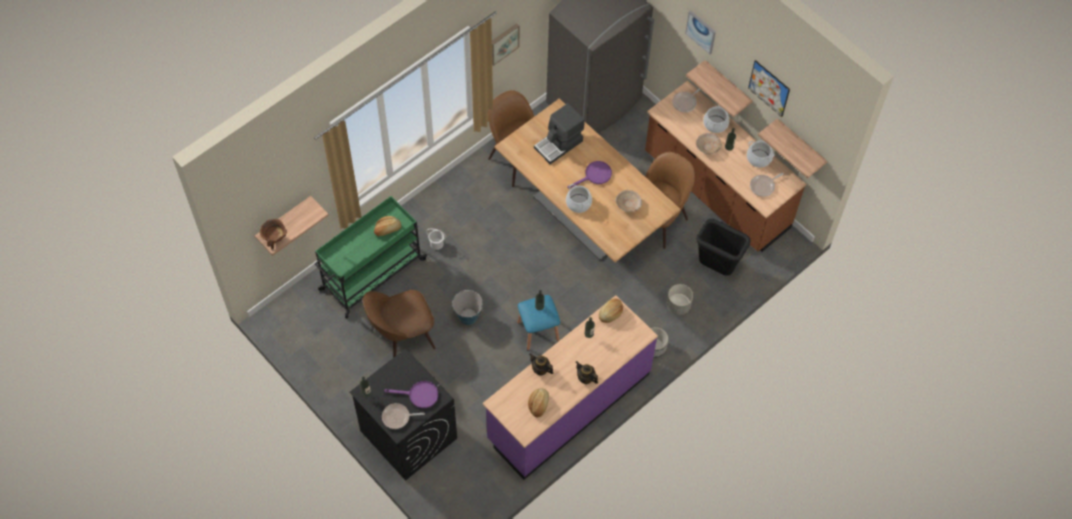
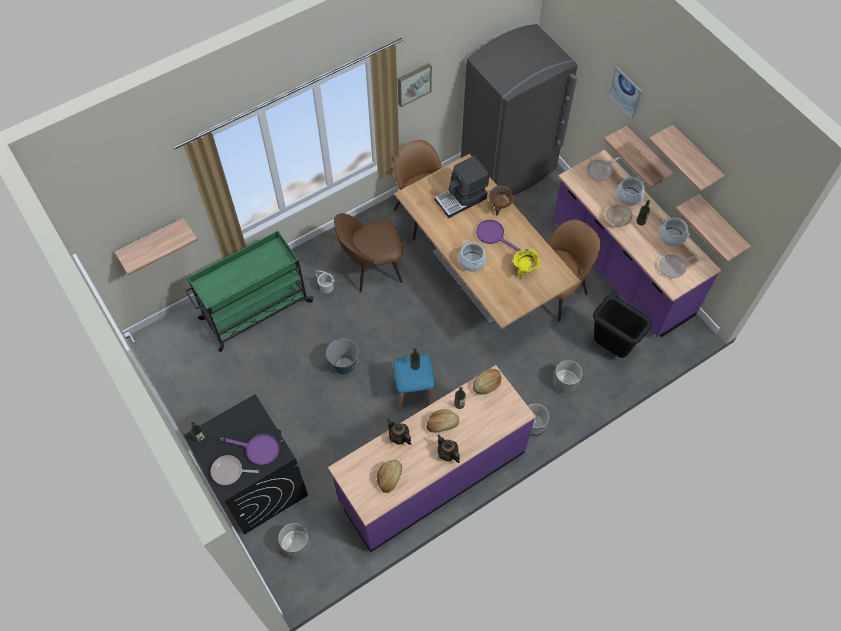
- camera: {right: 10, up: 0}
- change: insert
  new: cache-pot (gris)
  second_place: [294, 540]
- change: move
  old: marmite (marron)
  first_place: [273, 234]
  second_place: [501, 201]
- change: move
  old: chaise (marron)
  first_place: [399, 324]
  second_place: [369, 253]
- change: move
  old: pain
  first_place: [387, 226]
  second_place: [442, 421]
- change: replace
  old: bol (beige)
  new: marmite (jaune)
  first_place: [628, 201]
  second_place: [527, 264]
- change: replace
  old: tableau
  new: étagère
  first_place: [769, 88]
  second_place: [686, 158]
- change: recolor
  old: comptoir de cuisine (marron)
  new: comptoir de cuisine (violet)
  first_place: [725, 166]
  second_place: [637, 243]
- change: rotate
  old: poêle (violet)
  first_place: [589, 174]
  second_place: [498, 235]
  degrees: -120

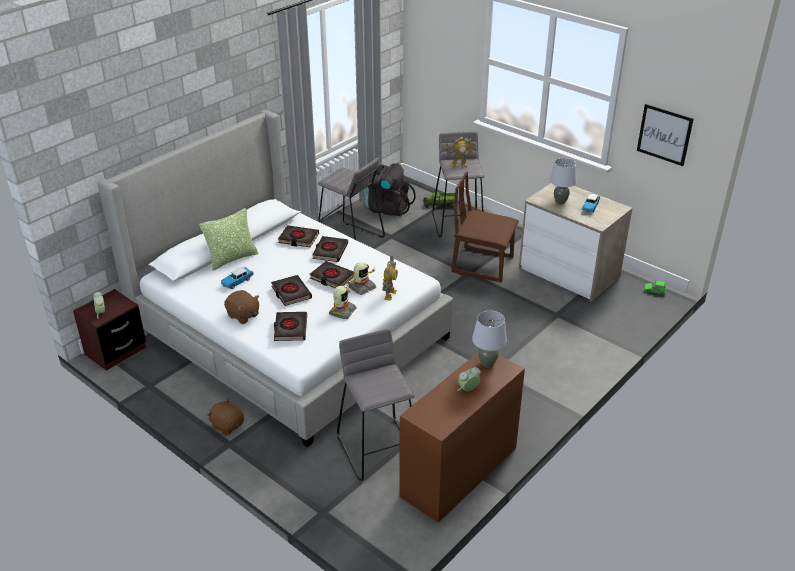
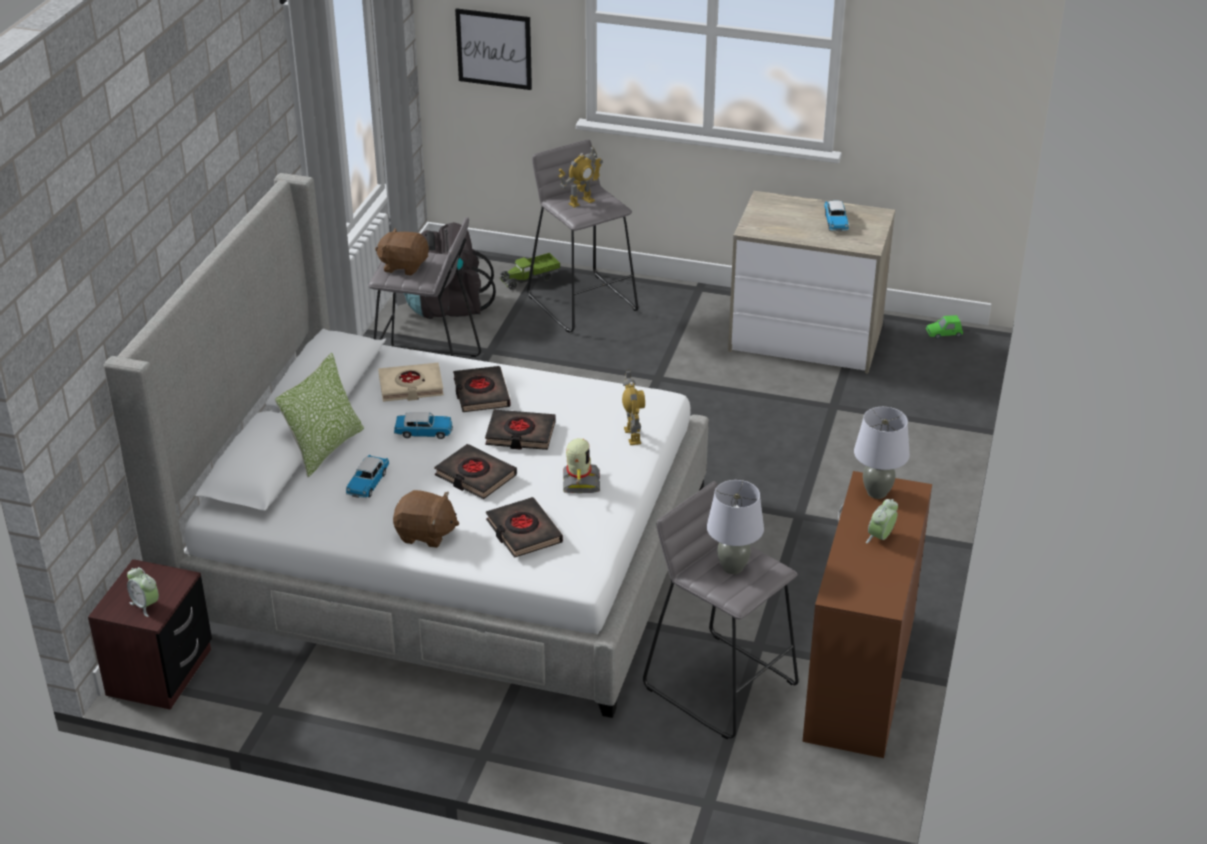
- camera: {right: -25, up: 0}
- change: delete
  old: robot jouet
  first_place: [361, 278]
- change: delete
  old: chaise (marron)
  first_place: [485, 227]
- change: insert
  new: petite voiture
  second_place: [423, 425]
- change: move
  old: peluche (marron)
  first_place: [225, 417]
  second_place: [402, 252]
- change: move
  old: lampe de table (gris)
  first_place: [563, 181]
  second_place: [735, 527]
- change: move
  old: tableau
  first_place: [665, 135]
  second_place: [493, 49]
- change: recolor
  old: livre (noir)
  new: livre (beige)
  first_place: [298, 236]
  second_place: [411, 382]

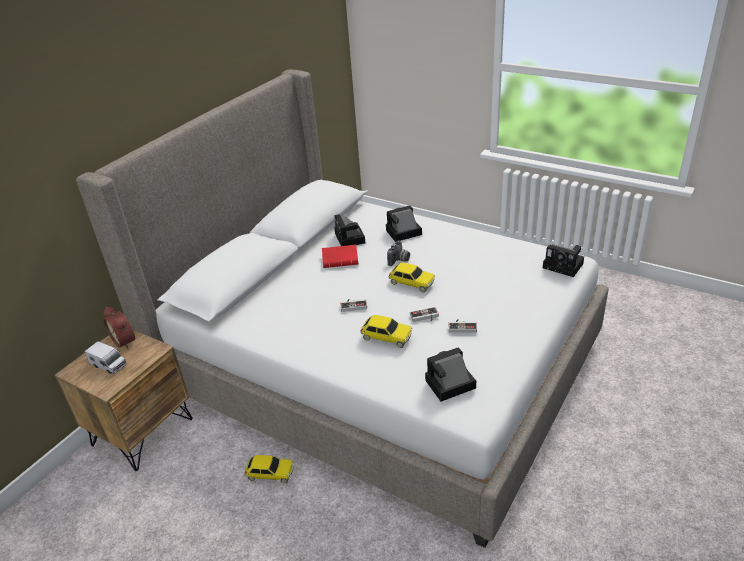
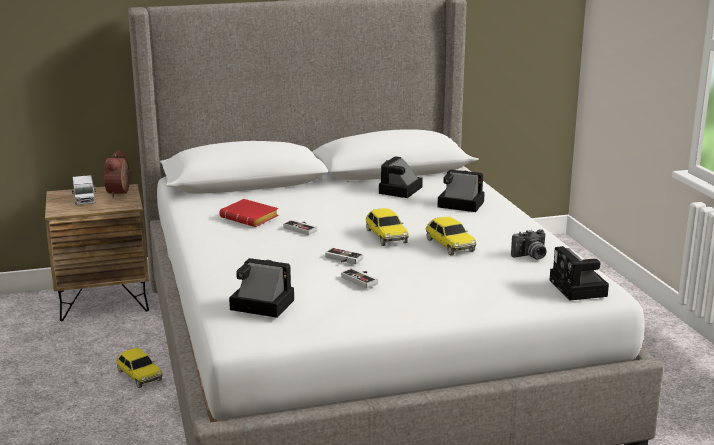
- camera: {right: 40, up: -15}
- change: move
  old: livre (rouge)
  first_place: [340, 256]
  second_place: [249, 213]
- change: move
  old: petite voiture
  first_place: [386, 331]
  second_place: [451, 236]
- change: move
  old: appareil photo
  first_place: [398, 253]
  second_place: [528, 244]

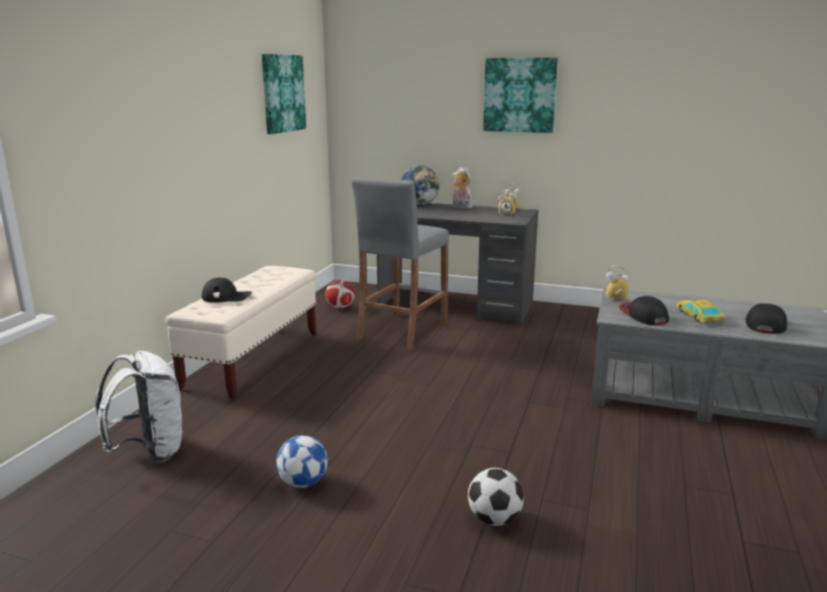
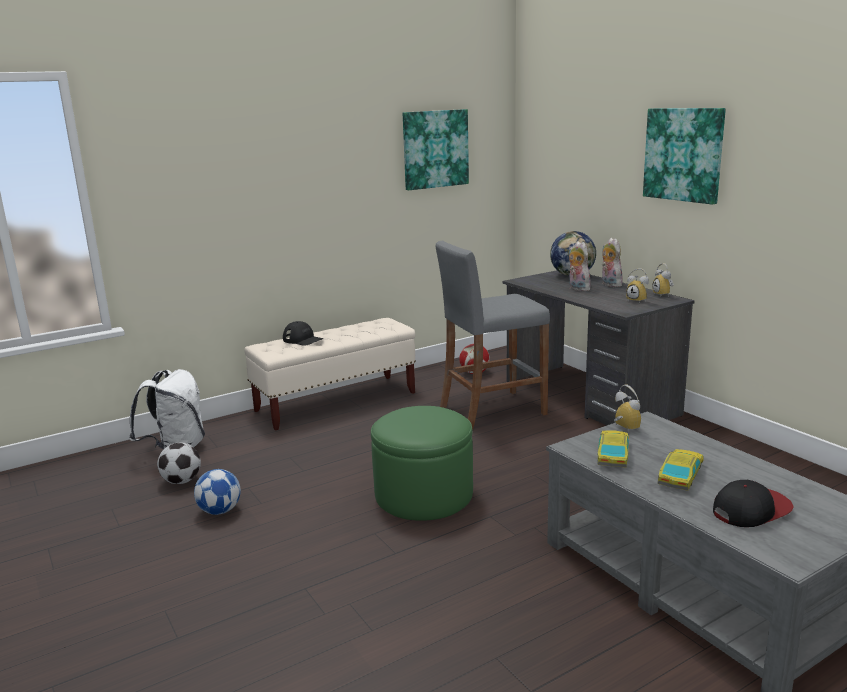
- camera: {right: 40, up: 0}
- change: insert
  new: pouf (vert)
  second_place: [422, 463]
- change: insert
  new: peluche
  second_place: [580, 266]
- change: move
  old: ballon de foot
  first_place: [496, 497]
  second_place: [179, 463]
- change: replace
  old: casquette
  new: petite voiture
  first_place: [644, 311]
  second_place: [613, 449]

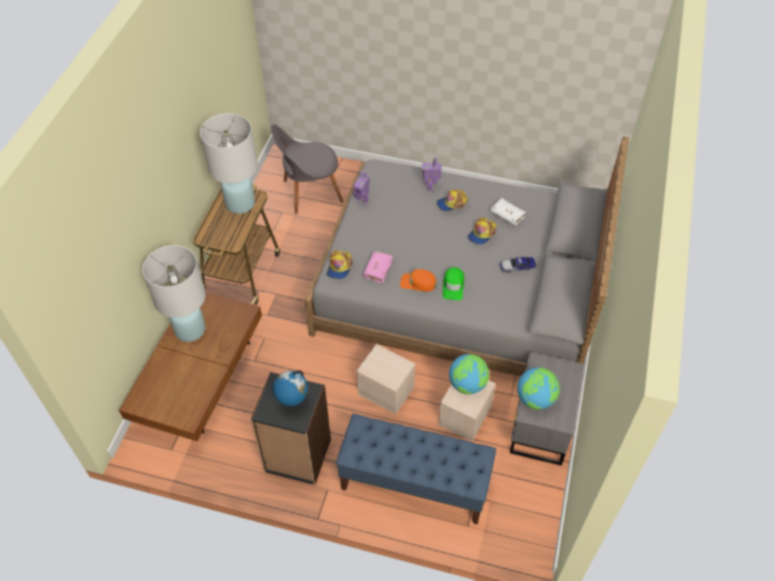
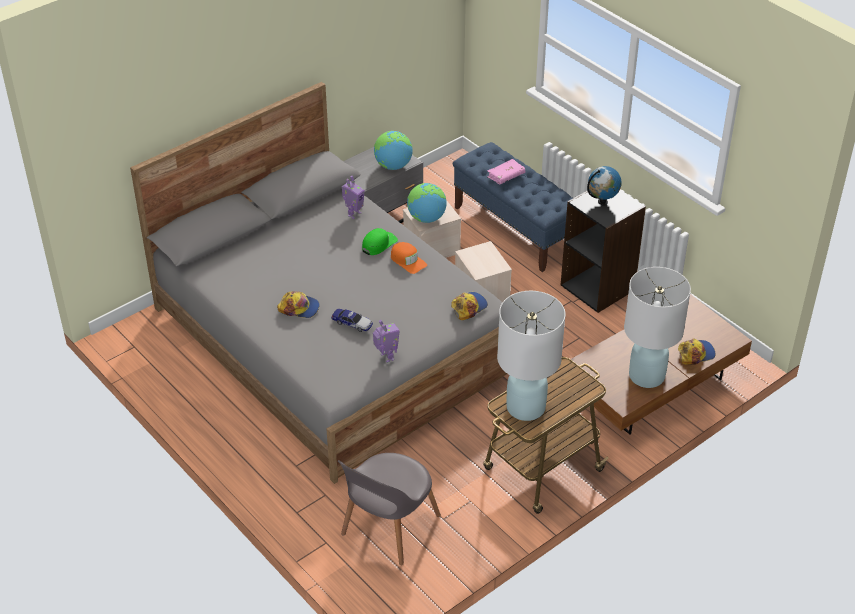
- camera: {right: -145, up: -10}
- change: delete
  old: livre (blanc)
  first_place: [508, 212]
- change: move
  old: livre (rose)
  first_place: [378, 267]
  second_place: [506, 171]
- change: move
  old: robot jouet
  first_place: [432, 174]
  second_place: [353, 197]
- change: move
  old: casquette
  first_place: [482, 231]
  second_place: [696, 351]
- change: move
  old: petite voiture
  first_place: [518, 265]
  second_place: [352, 320]
- change: rotate
  old: chaise (gris)
  first_place: [307, 169]
  second_place: [389, 509]
  degrees: 105

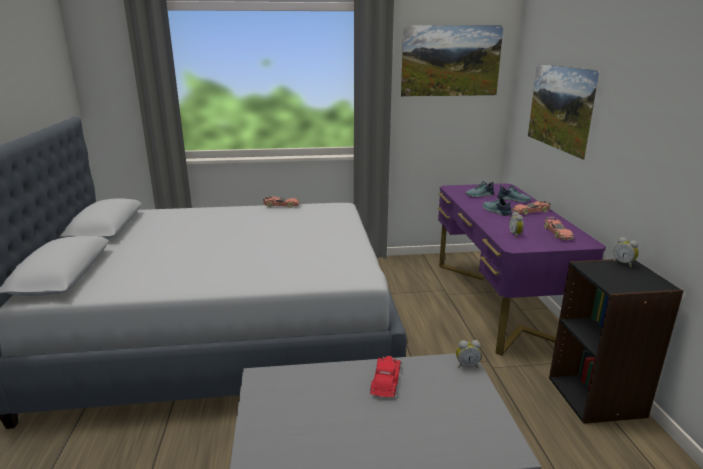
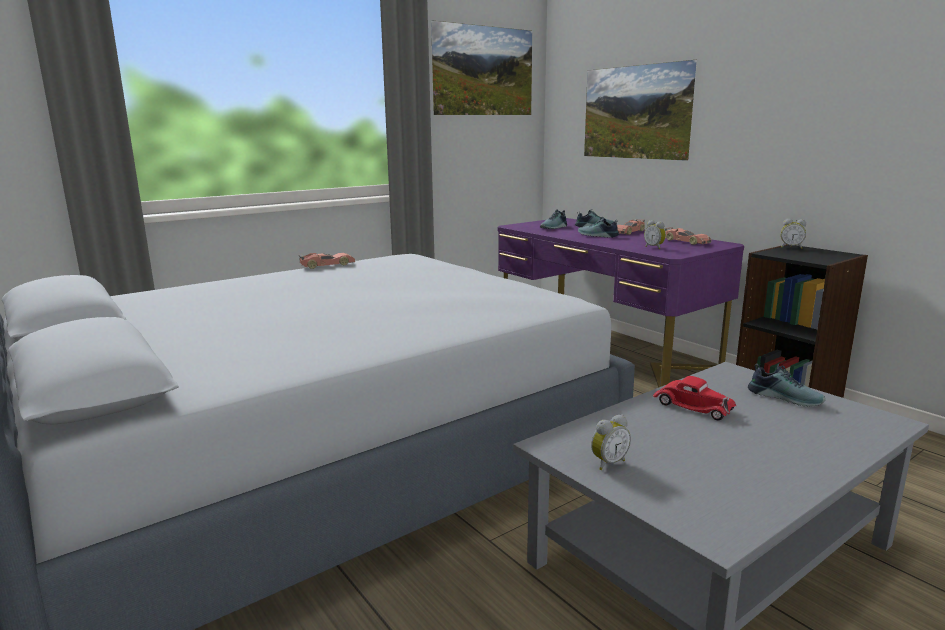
- camera: {right: -30, up: -5}
- change: insert
  new: chaussure
  second_place: [787, 385]
- change: move
  old: réveil
  first_place: [468, 354]
  second_place: [611, 442]
- change: rotate
  old: petite voiture (rouge)
  first_place: [385, 376]
  second_place: [694, 398]
  degrees: 150

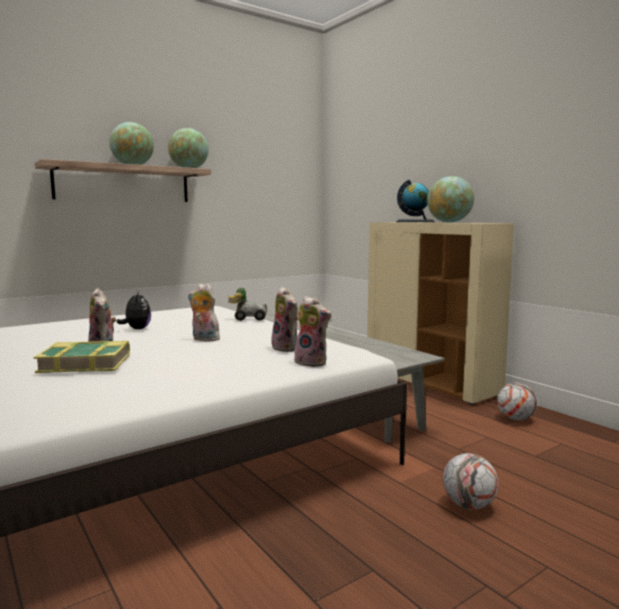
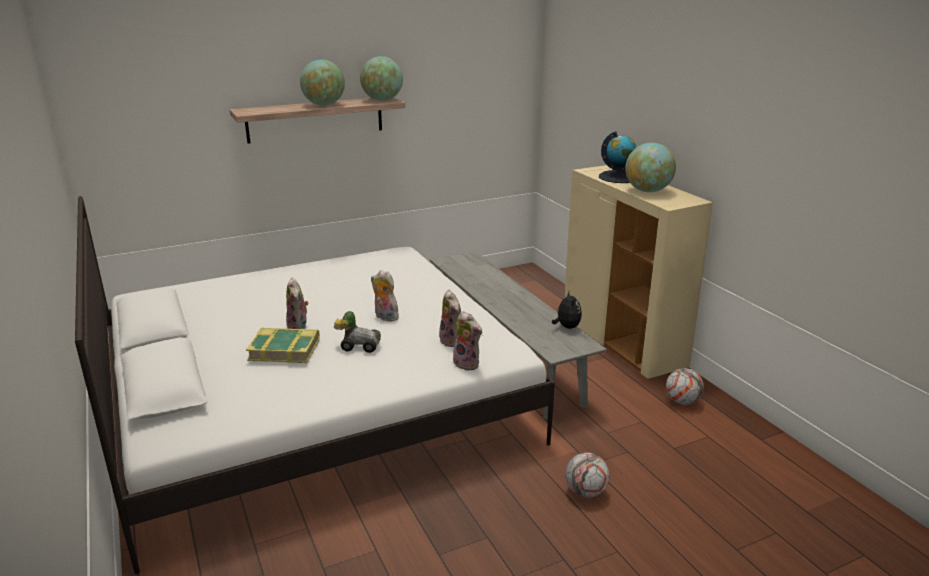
- camera: {right: 10, up: 15}
- change: move
  old: peluche
  first_place: [134, 310]
  second_place: [567, 310]
- change: move
  old: petite voiture
  first_place: [247, 304]
  second_place: [357, 332]

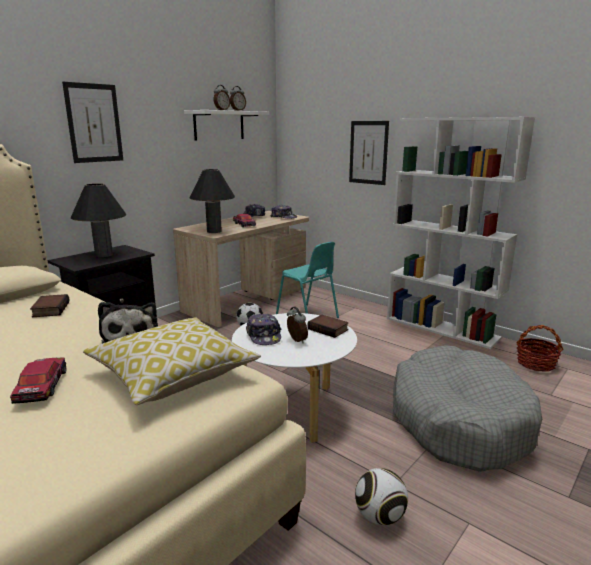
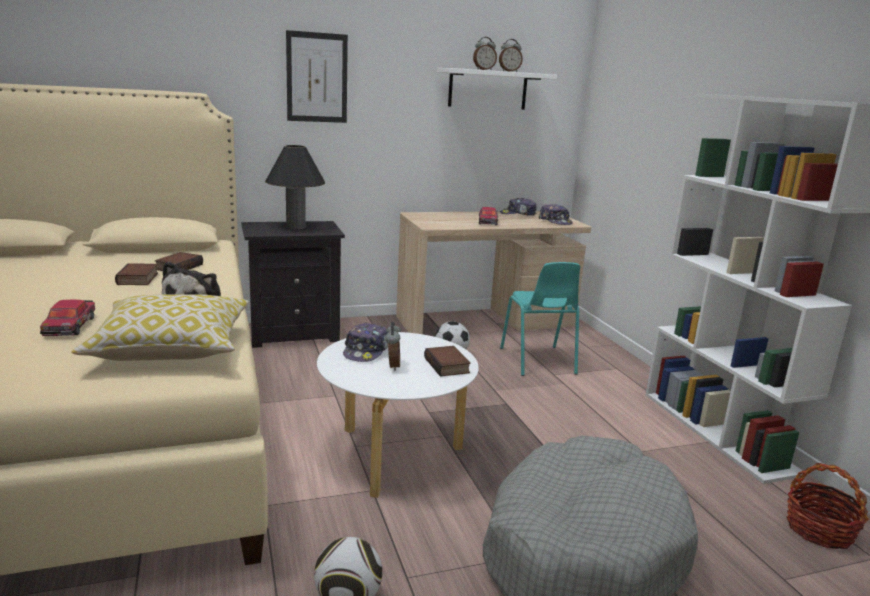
- camera: {right: 30, up: 0}
- change: delete
  old: lampe de table (noir)
  first_place: [212, 201]
- change: delete
  old: tableau
  first_place: [369, 153]
- change: insert
  new: livre
  second_place: [136, 274]
- change: rotate
  old: petite voiture
  first_place: [38, 380]
  second_place: [67, 318]
  degrees: 150

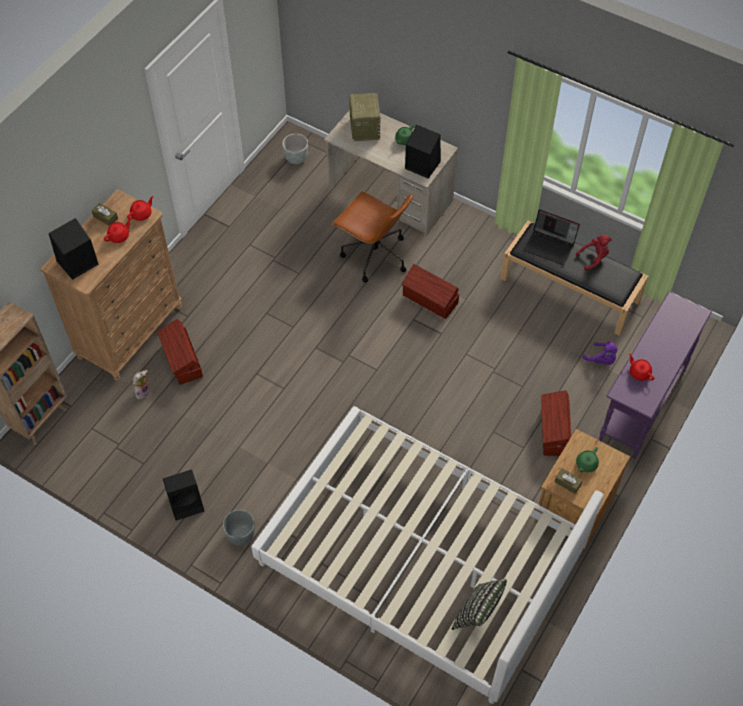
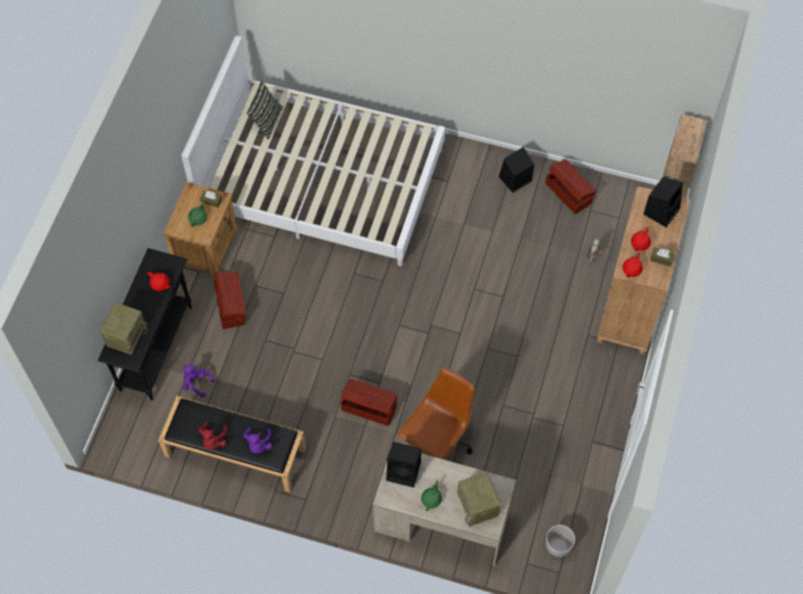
- camera: {right: 165, up: 5}
- change: delete
  old: cache-pot (gris)
  first_place: [239, 528]
- change: insert
  new: radio
  second_place: [124, 328]
- change: move
  old: boîte de rangement (marron)
  first_place: [180, 352]
  second_place: [570, 187]
- change: replace
  old: ordinateur portable
  new: peluche (violet)
  first_place: [552, 237]
  second_place: [258, 440]
- change: recolor
  old: table console (violet)
  new: table console (noir)
  first_place: [655, 375]
  second_place: [145, 324]
- change: rotate
  old: chaise de bureau (marron)
  first_place: [372, 237]
  second_place: [436, 414]
  degrees: 105
- change: rotate
  old: peluche (rouge)
  first_place: [594, 253]
  second_place: [213, 436]
  degrees: -45

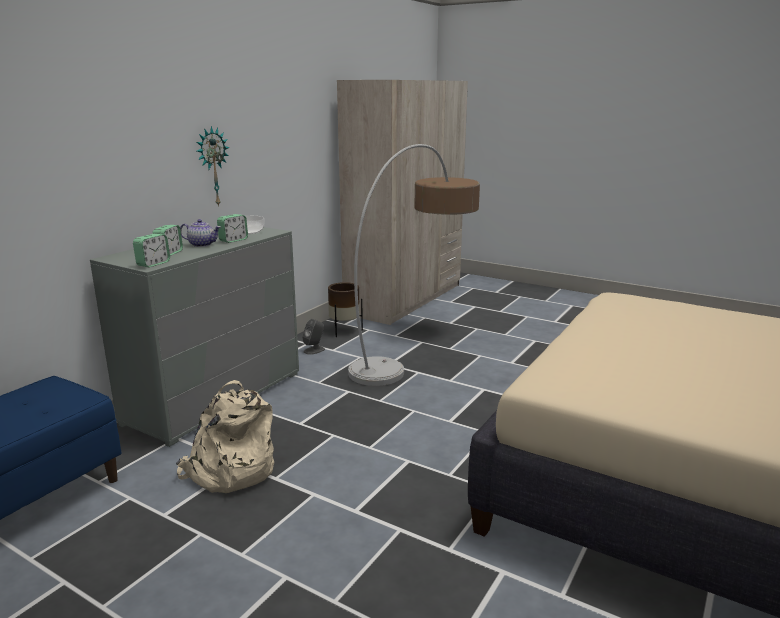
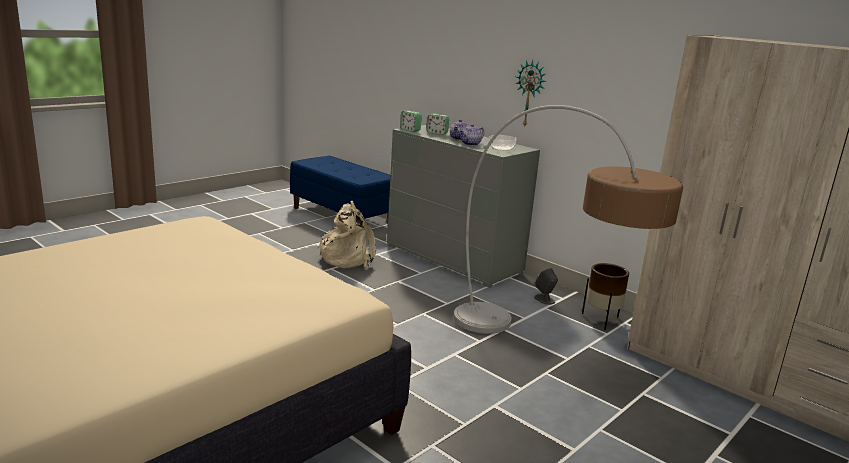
- camera: {right: 100, up: 0}
- change: replace
  old: réveil
  new: théière
  first_place: [232, 228]
  second_place: [472, 135]

